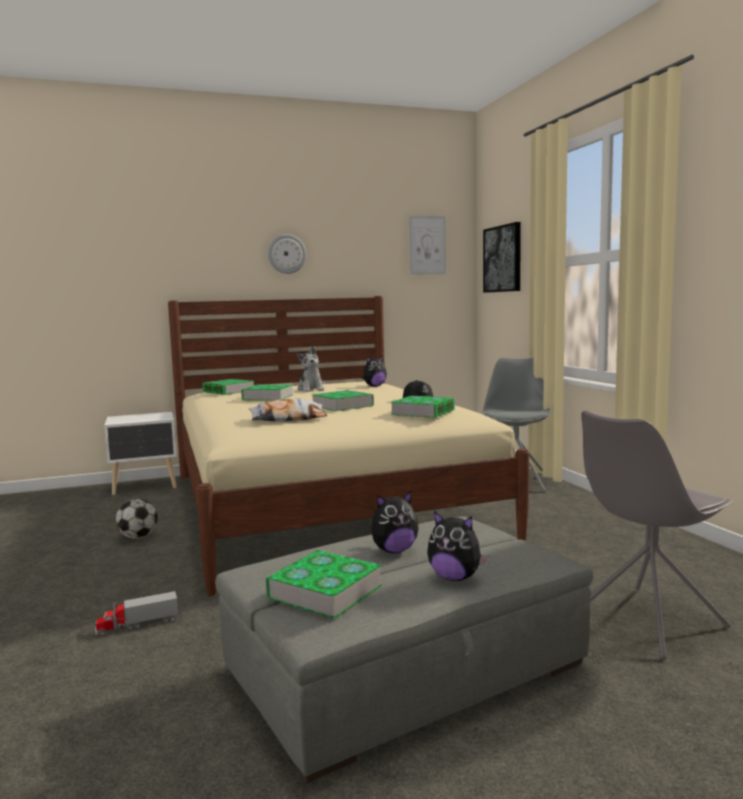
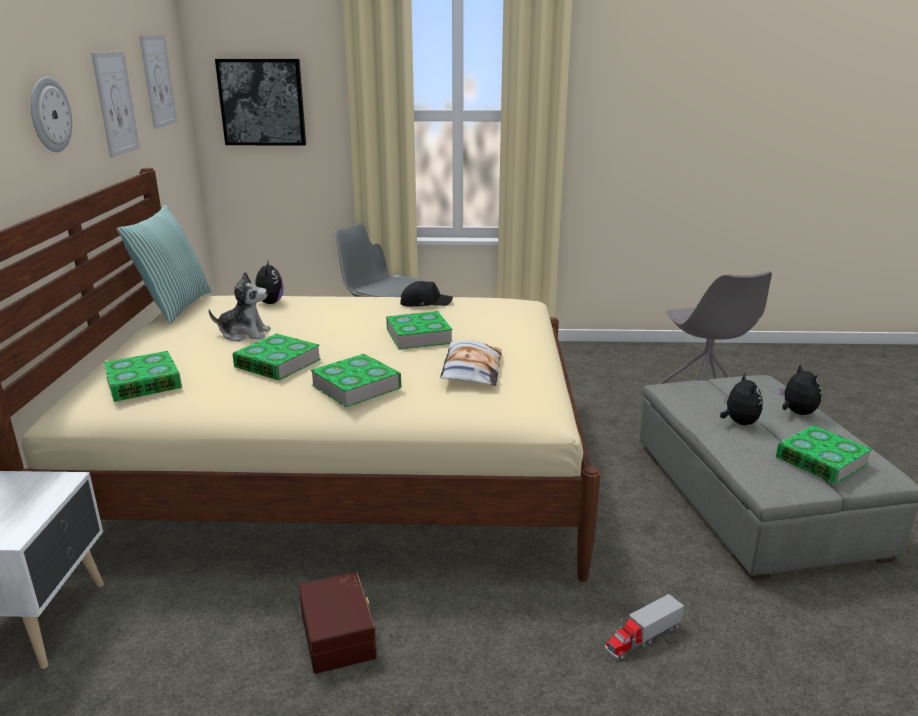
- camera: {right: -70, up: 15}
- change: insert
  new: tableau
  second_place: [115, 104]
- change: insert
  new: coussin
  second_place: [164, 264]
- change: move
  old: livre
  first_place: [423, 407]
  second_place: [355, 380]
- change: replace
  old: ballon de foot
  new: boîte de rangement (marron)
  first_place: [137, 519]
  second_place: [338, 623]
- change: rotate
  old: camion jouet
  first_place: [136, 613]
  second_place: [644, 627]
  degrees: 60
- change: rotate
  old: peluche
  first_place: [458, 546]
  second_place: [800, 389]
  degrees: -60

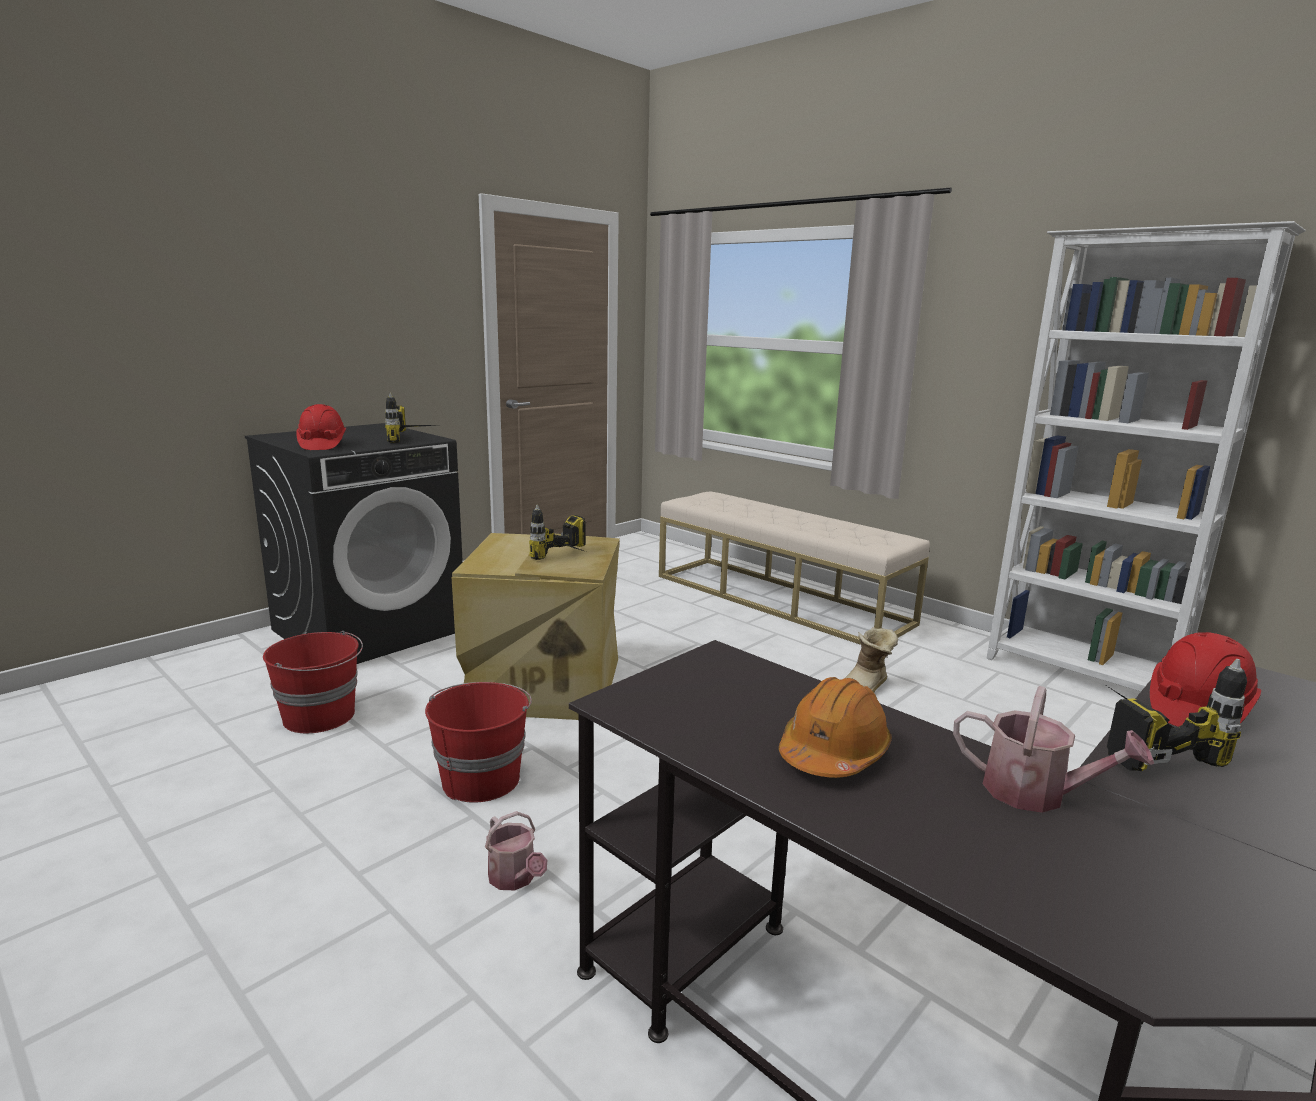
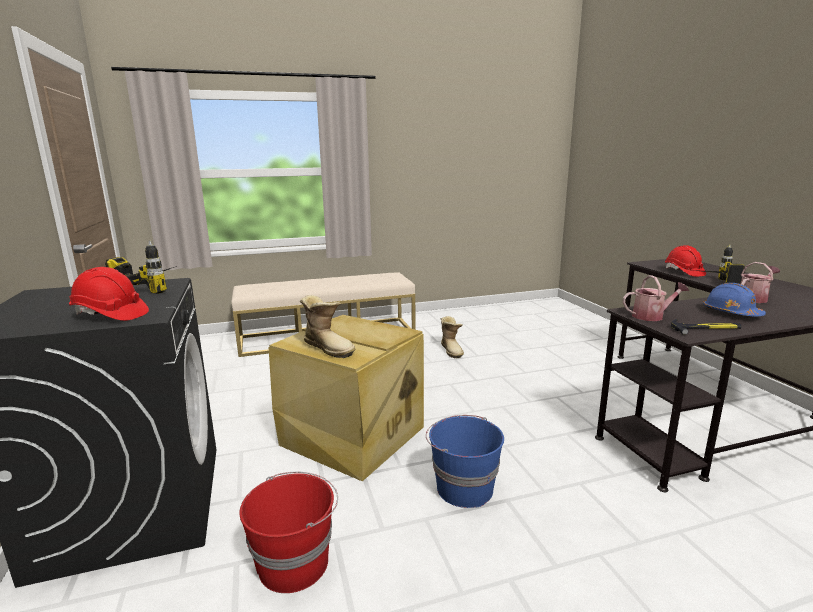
- camera: {right: -60, up: 0}
- change: delete
  old: perceuse
  first_place: [557, 532]
- change: delete
  old: bibliothèque (blanc)
  first_place: [1146, 456]
- change: insert
  new: botte
  second_place: [327, 326]
- change: insert
  new: marteau
  second_place: [706, 327]
- change: move
  old: arrosoir
  first_place: [516, 850]
  second_place: [656, 298]
- change: recolor
  old: seau (rouge)
  new: seau (bleu)
  first_place: [478, 742]
  second_place: [465, 461]
- change: recolor
  old: casque de chantier (orange)
  new: casque de chantier (bleu)
  first_place: [835, 727]
  second_place: [734, 299]

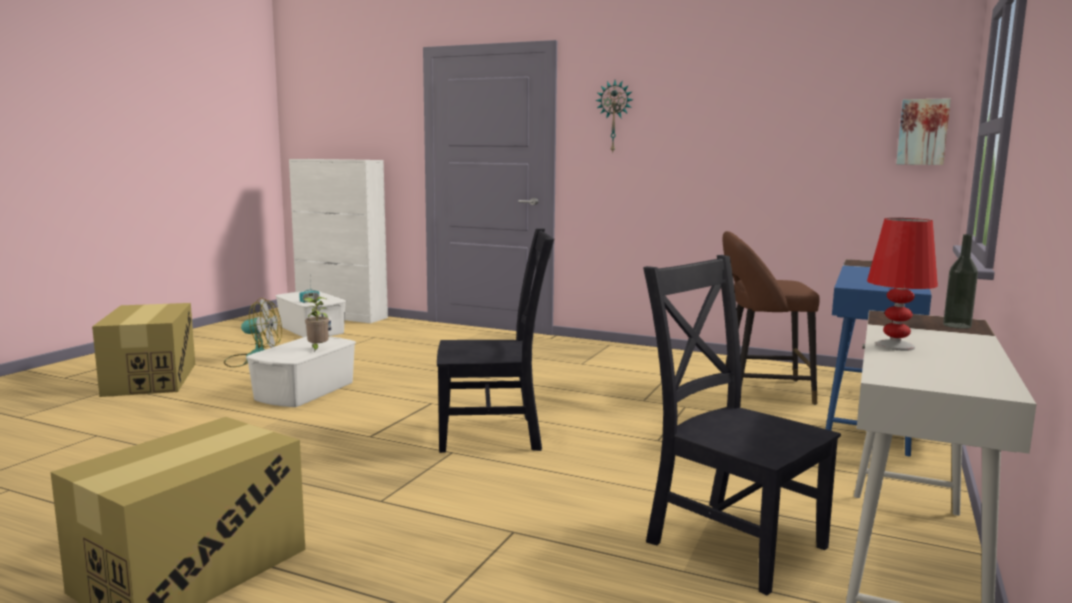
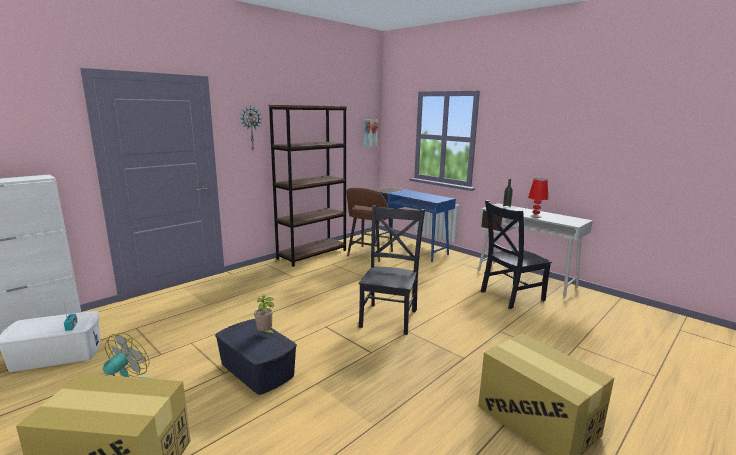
- camera: {right: -70, up: 5}
- change: insert
  new: bibliothèque (marron)
  second_place: [308, 186]
- change: recolor
  old: boîte de rangement (blanc)
  new: boîte de rangement (bleu)
  first_place: [301, 371]
  second_place: [256, 357]

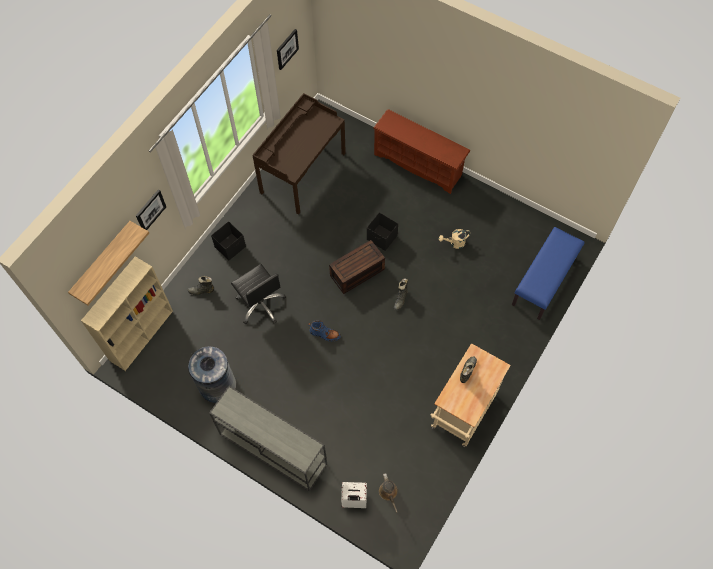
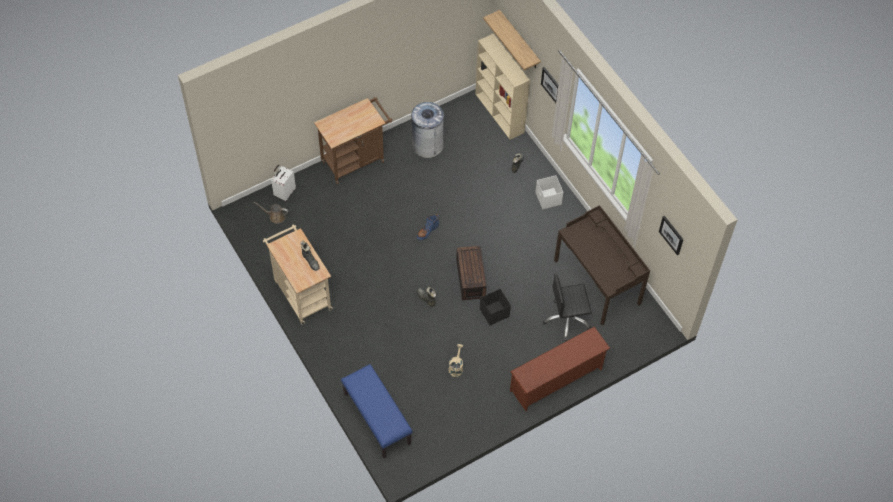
- camera: {right: 115, up: -5}
- change: move
  old: chaise de bureau (noir)
  first_place: [258, 294]
  second_place: [567, 307]
- change: replace
  old: table console (gris)
  new: chariot (marron)
  first_place: [268, 439]
  second_place: [353, 140]
- change: recolor
  old: boîte de rangement (noir)
  new: boîte de rangement (blanc)
  first_place: [228, 240]
  second_place: [549, 192]

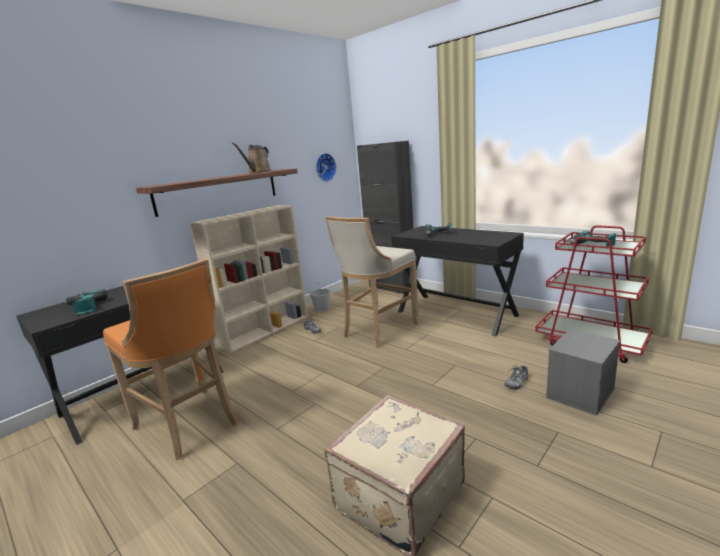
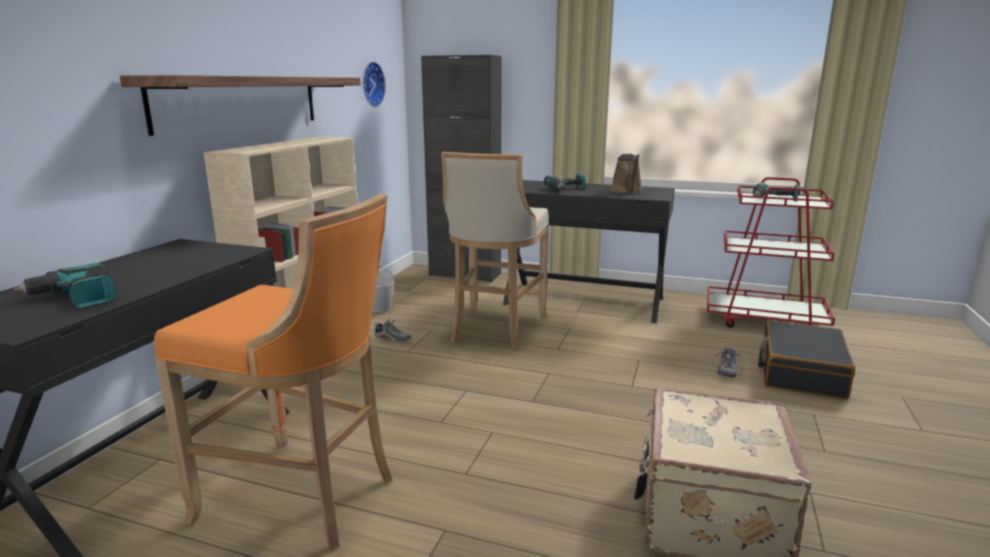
- camera: {right: -25, up: 0}
- change: move
  old: arrosoir (marron)
  first_place: [252, 158]
  second_place: [626, 174]
- change: replace
  old: boîte de rangement (gris)
  new: valise (noir)
  first_place: [583, 372]
  second_place: [806, 360]

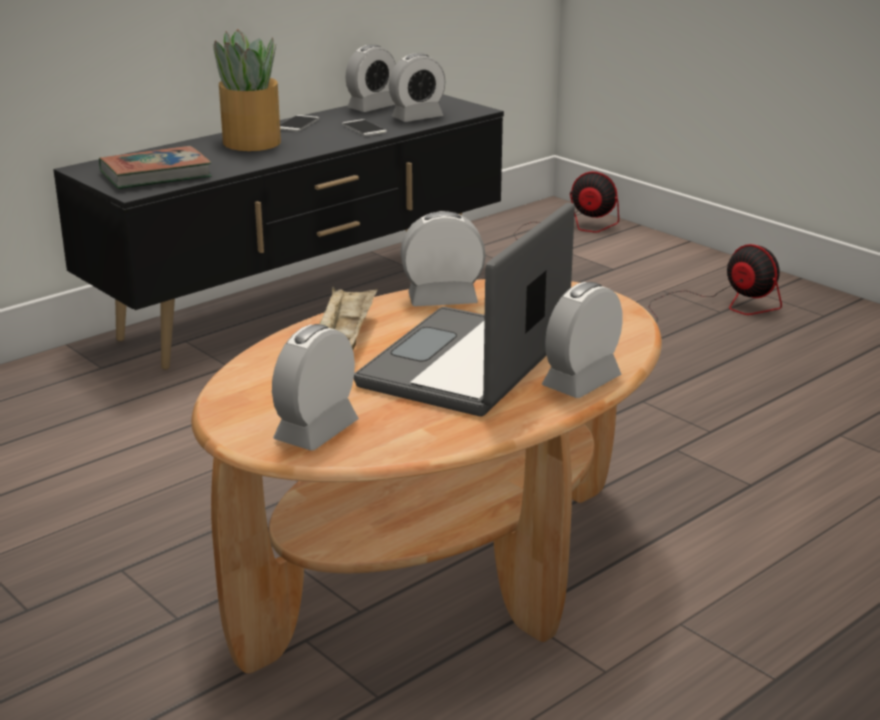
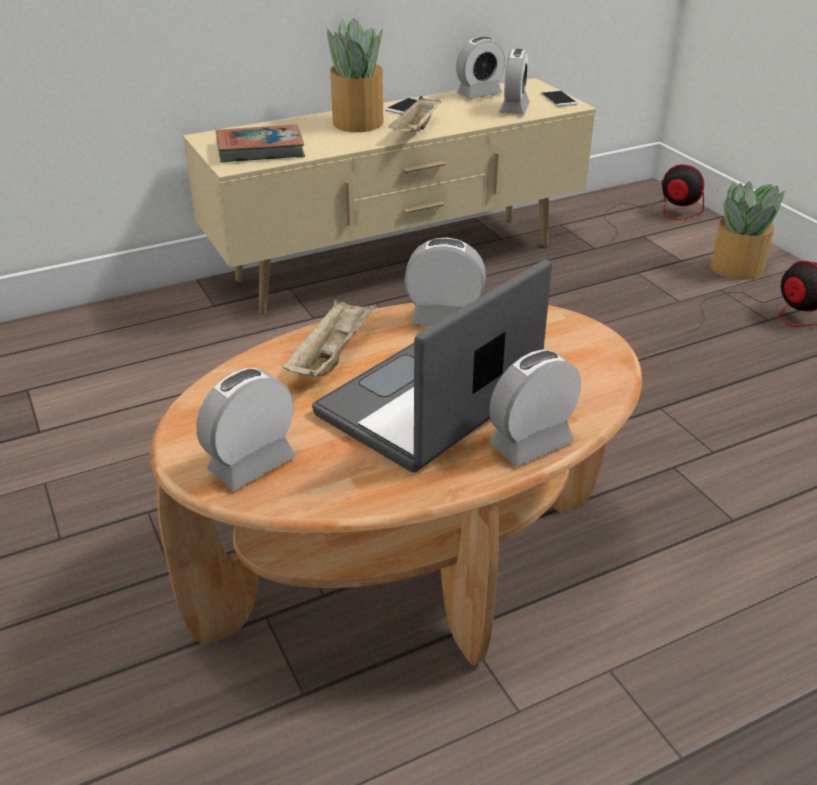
- camera: {right: 15, up: 10}
- change: insert
  new: plateau (beige)
  second_place: [414, 114]
- change: insert
  new: plante en pot
  second_place: [748, 230]
- change: move
  old: téléphone
  first_place: [364, 127]
  second_place: [559, 98]
- change: recolor
  old: meuble télé (noir)
  new: meuble télé (beige)
  first_place: [278, 232]
  second_place: [389, 196]
- change: rotate
  old: réveil
  first_place: [417, 87]
  second_place: [514, 82]
  degrees: -60

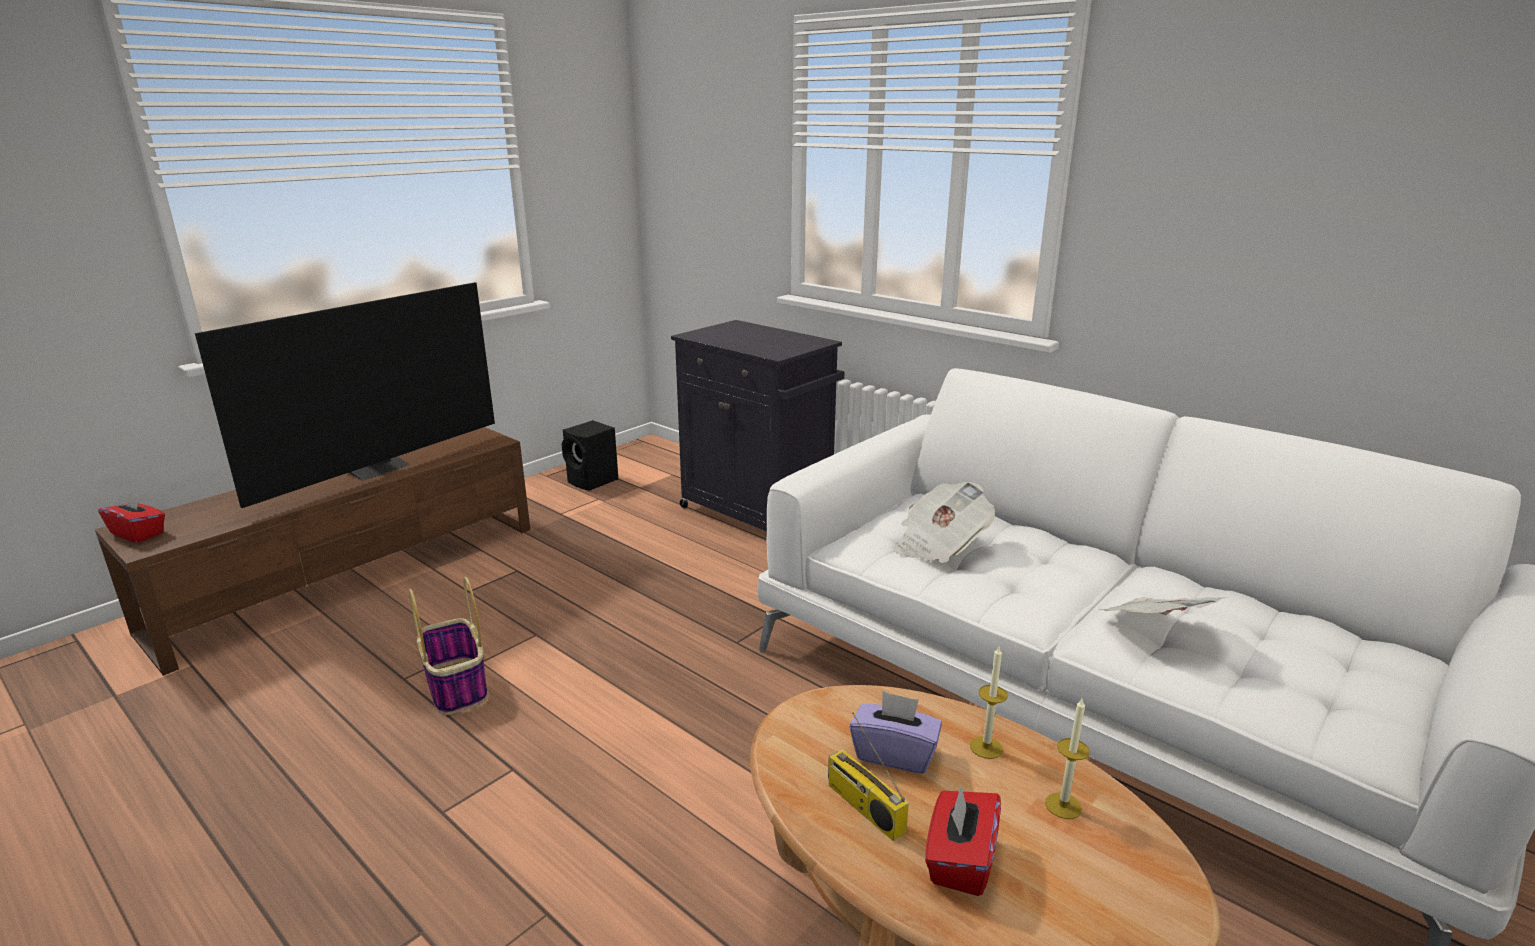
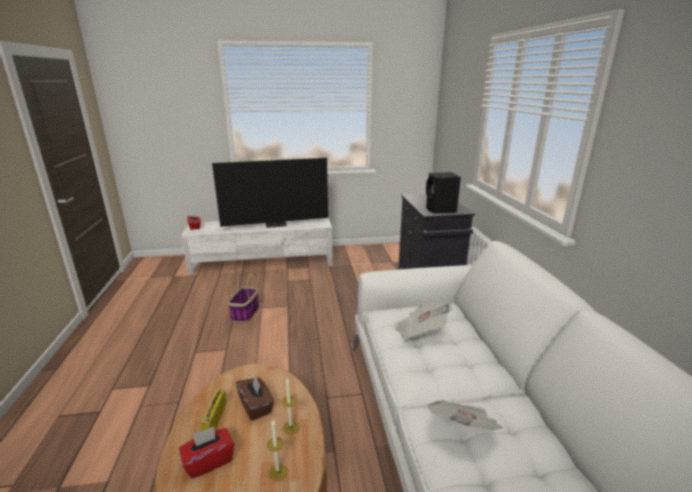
- camera: {right: 40, up: 0}
- change: move
  old: enceinte (noir)
  first_place: [590, 455]
  second_place: [443, 193]
- change: recolor
  old: meuble télé (marron)
  new: meuble télé (blanc)
  first_place: [312, 551]
  second_place: [257, 246]
- change: recolor
  old: boîte à mouchoirs (violet)
  new: boîte à mouchoirs (marron)
  first_place: [895, 732]
  second_place: [255, 398]

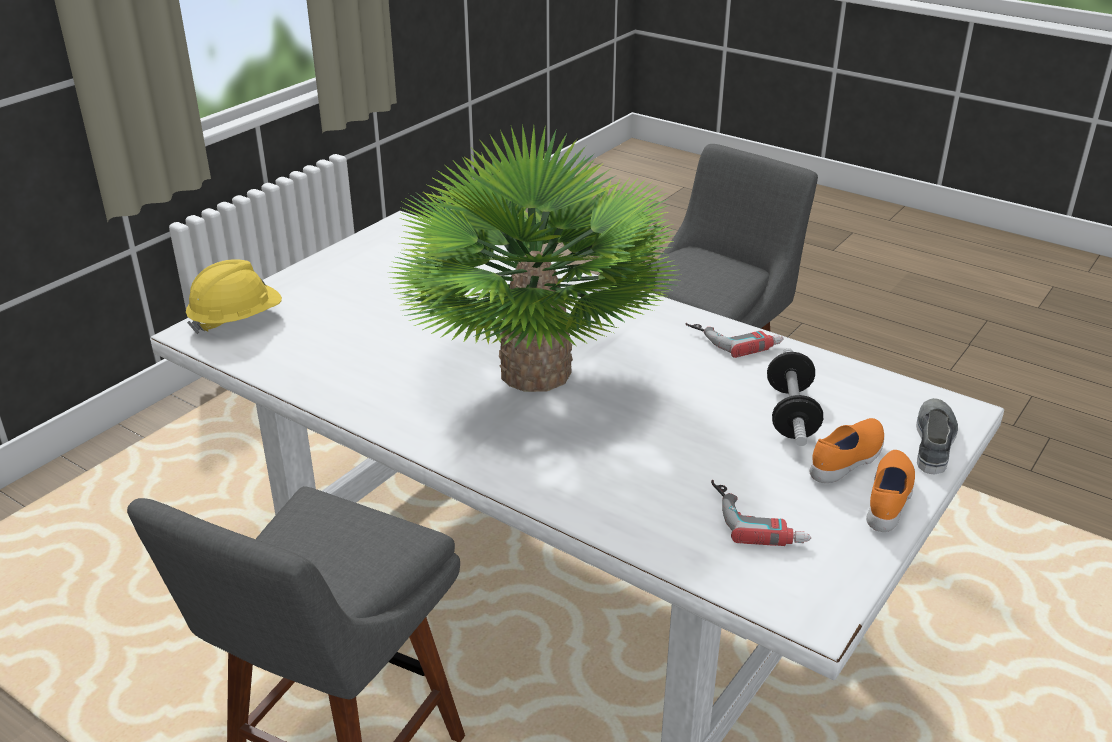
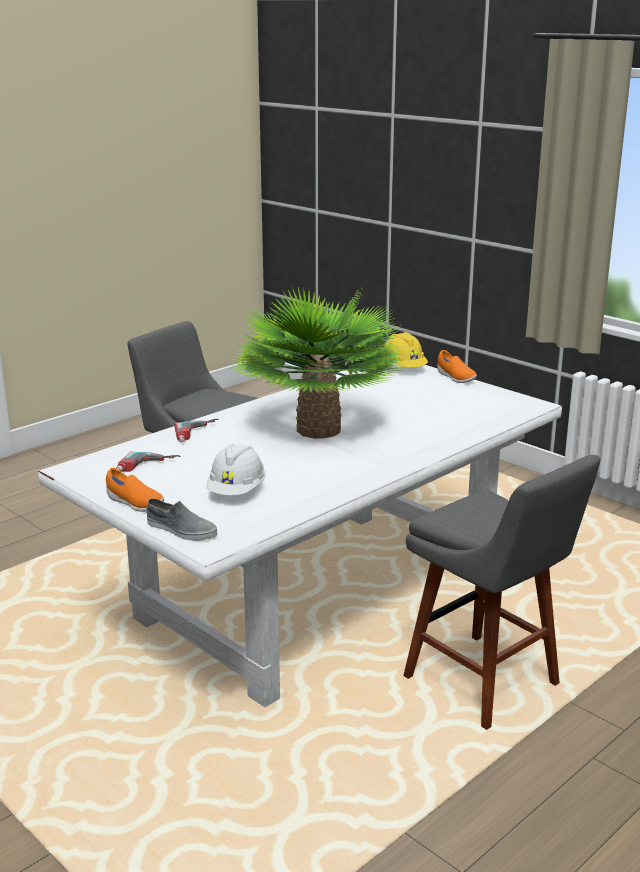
- camera: {right: 100, up: -10}
- change: move
  old: perceuse
  first_place: [734, 340]
  second_place: [197, 430]
- change: move
  old: chaussure (orange)
  first_place: [846, 450]
  second_place: [457, 366]
- change: replace
  old: haltère
  new: casque de chantier (blanc)
  first_place: [795, 397]
  second_place: [236, 469]

